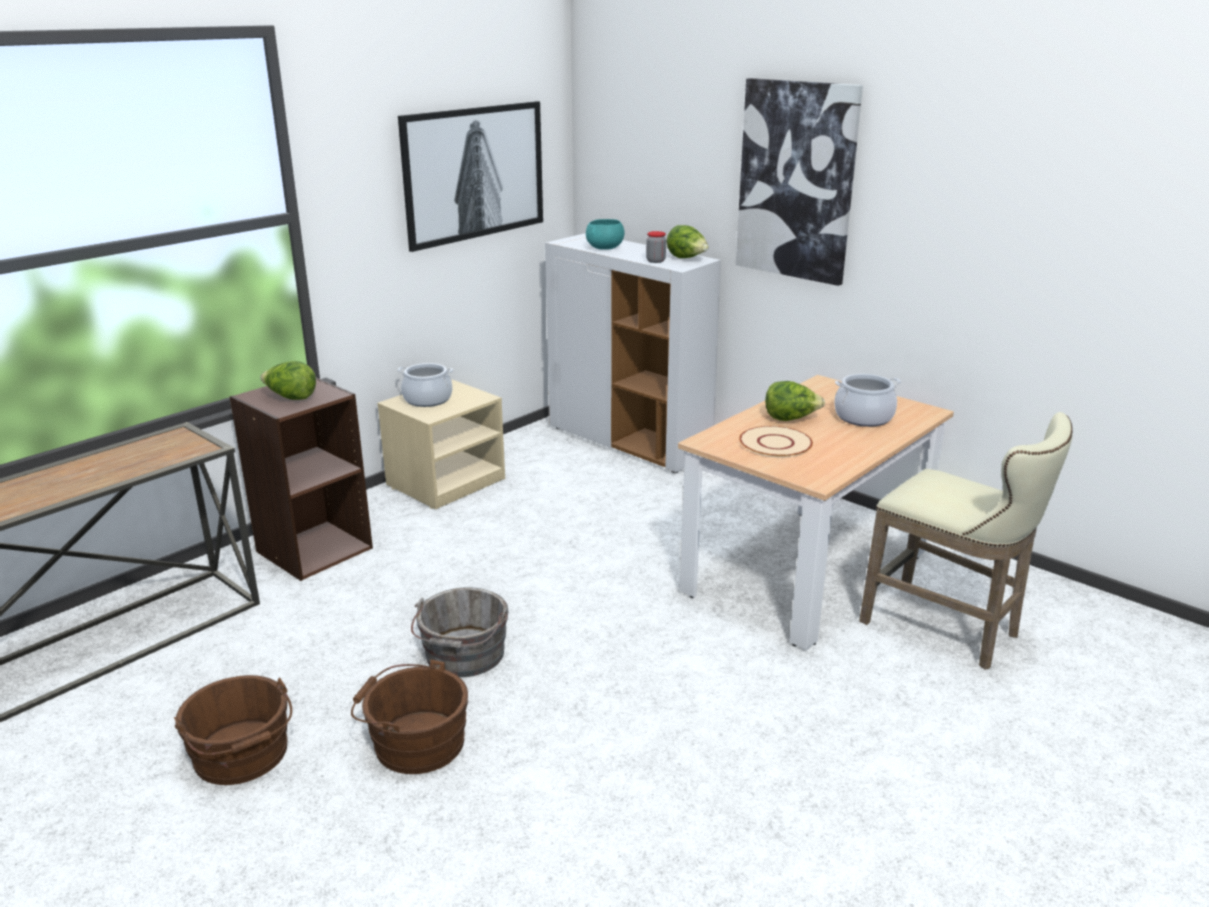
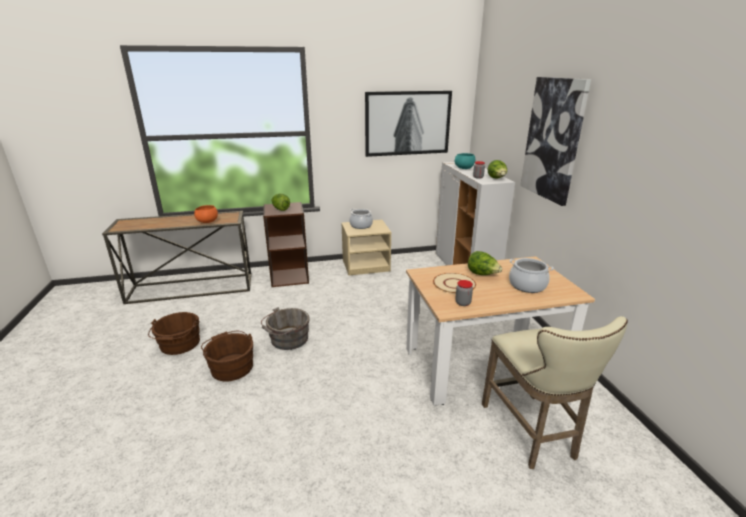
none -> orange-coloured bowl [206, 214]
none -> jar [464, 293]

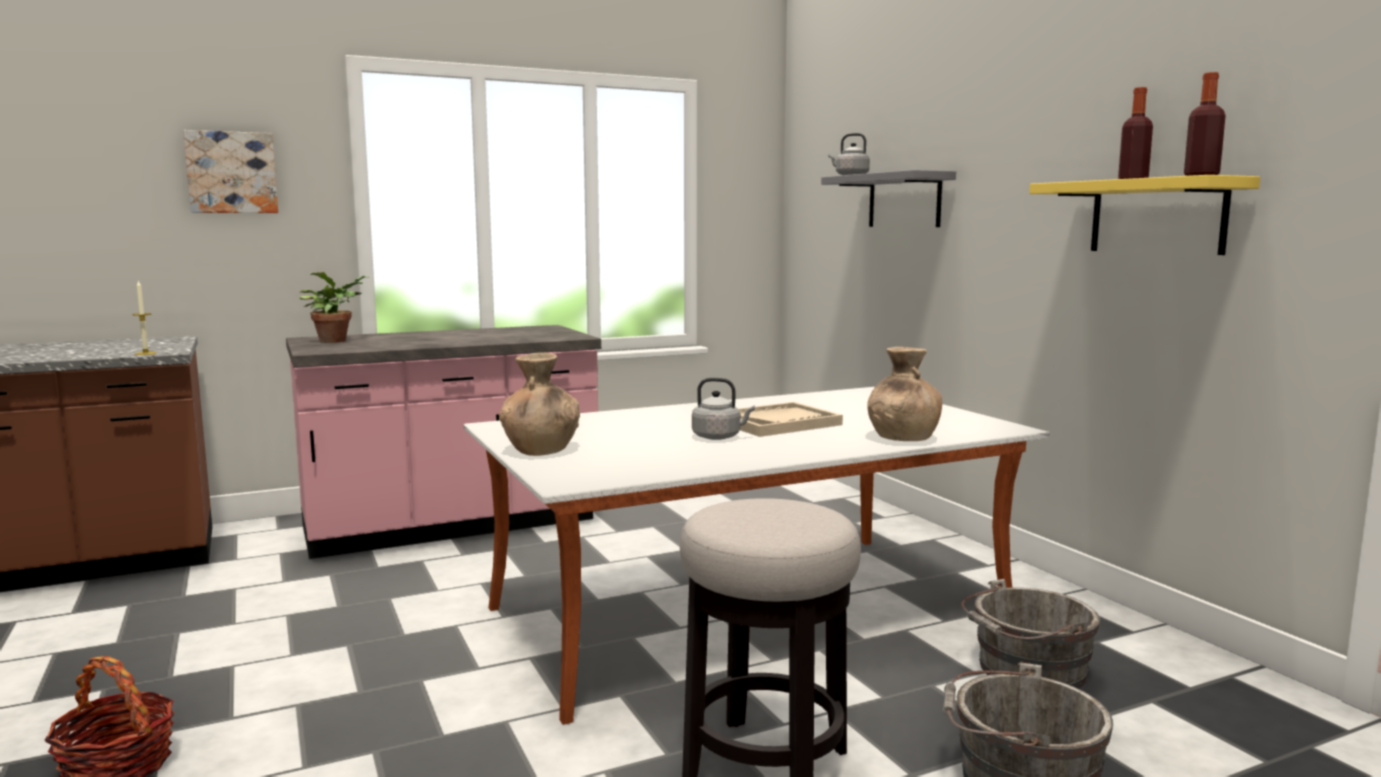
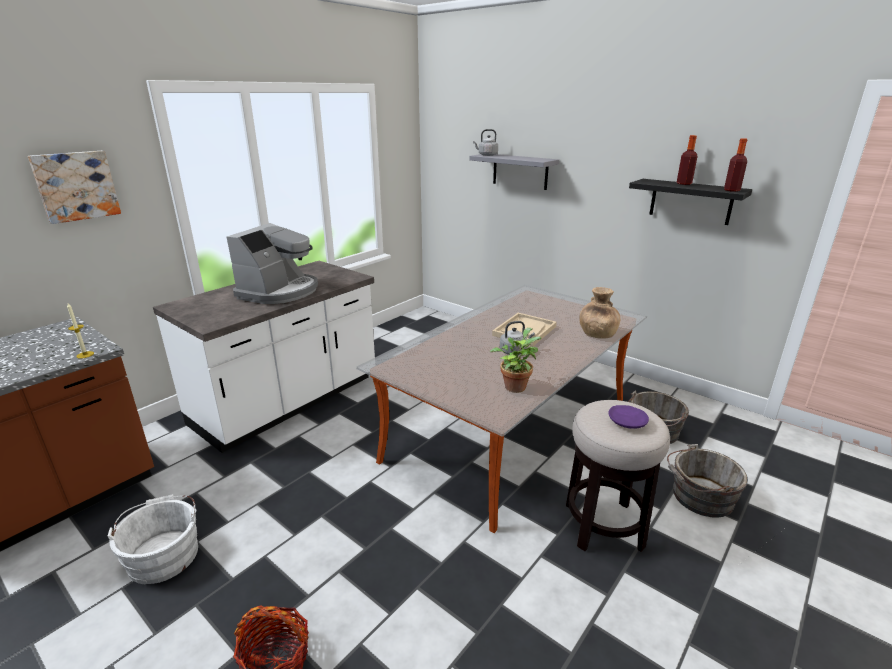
yellow-coloured bracket shelf [1144, 215] -> blackish bracket shelf [690, 202]
houseplant [334, 307] -> houseplant [515, 360], shifted
pinkish kitchen counter [443, 442] -> white-coloured kitchen counter [264, 357]
brown flower vase [539, 404] -> none
none -> coffee maker [272, 263]
none -> purplish plate [628, 417]
none -> white-coloured water bucket [153, 539]

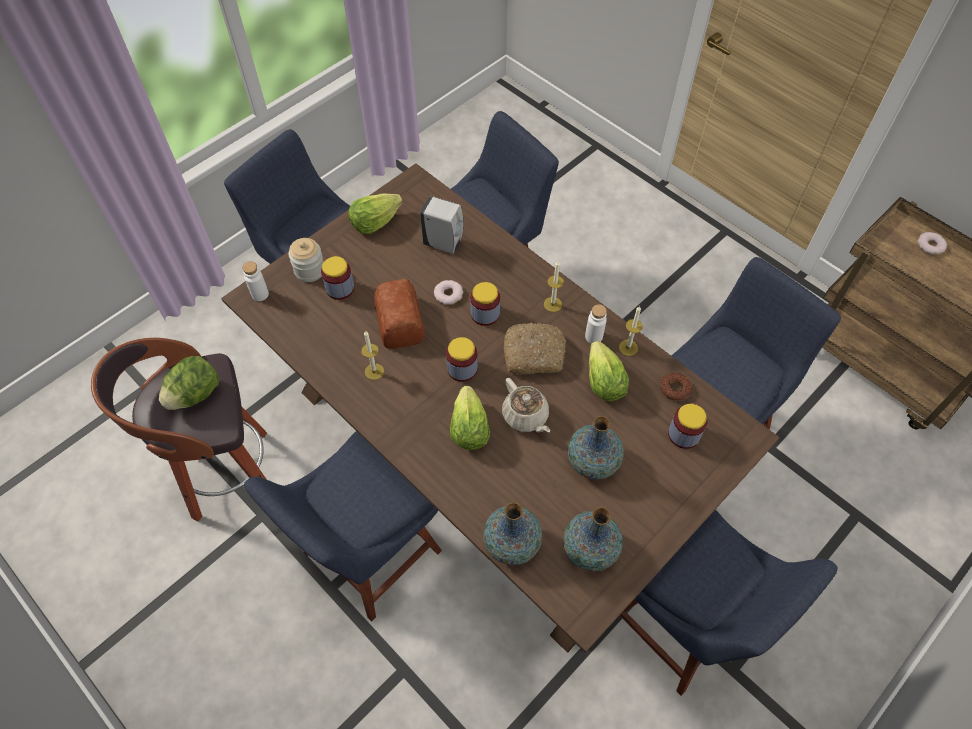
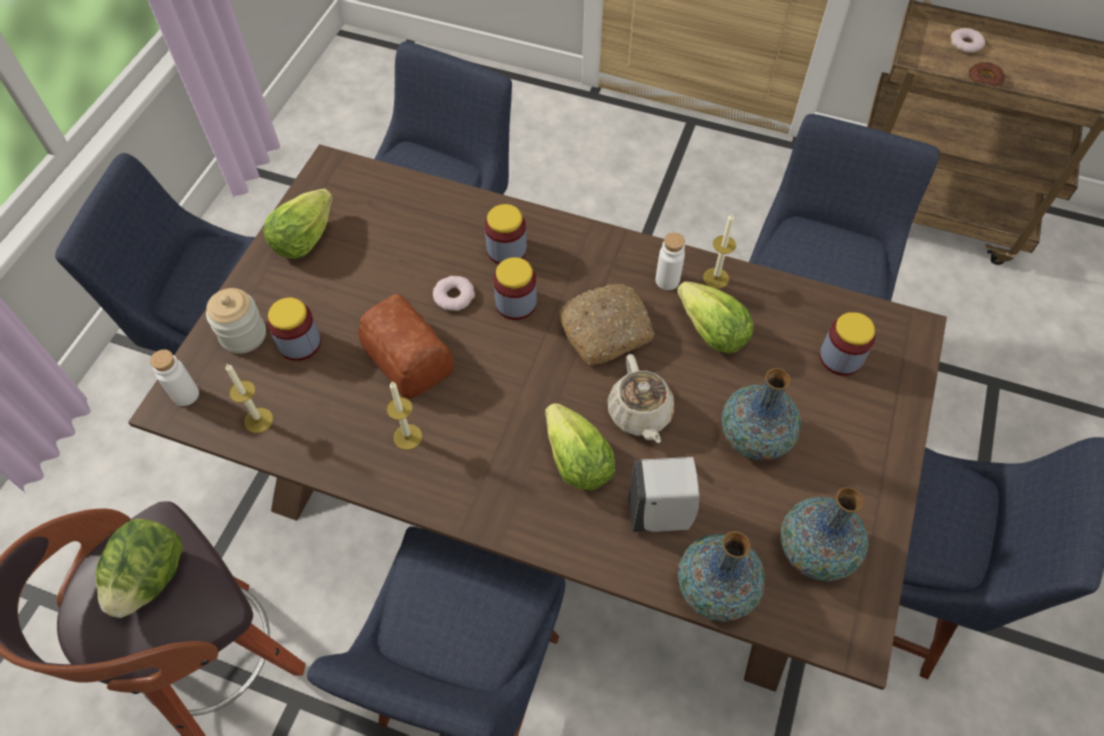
white-coloured soap dispenser [441, 225] -> white-coloured soap dispenser [664, 494], shifted
wax candle [554, 286] -> wax candle [249, 398], shifted
jar [462, 359] -> jar [506, 234], shifted
donut [676, 387] -> donut [987, 74], shifted
beige-coloured pot for tea [526, 405] -> beige-coloured pot for tea [641, 398], 45 degrees clockwise

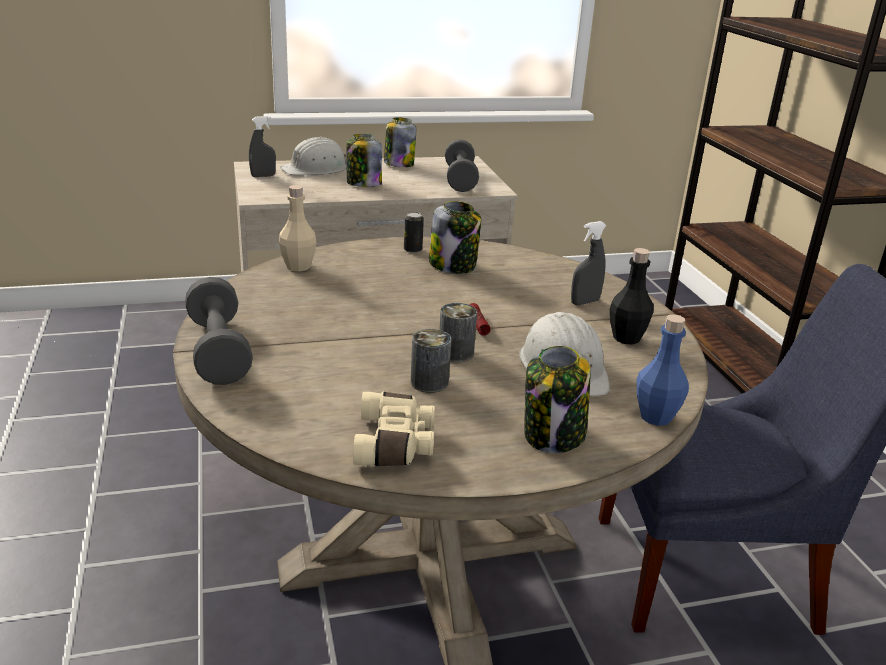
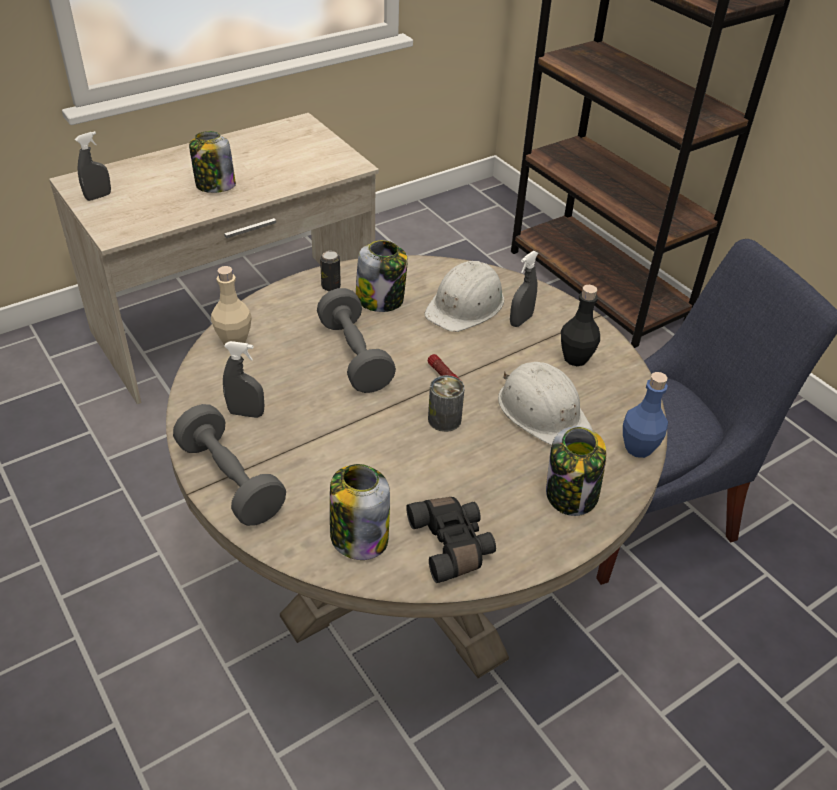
jar [400, 142] -> jar [360, 512], shifted
white-coloured safety helmet [313, 156] -> white-coloured safety helmet [464, 296], shifted
greyish dumbbell [462, 165] -> greyish dumbbell [356, 340], shifted
metal can [431, 361] -> none
beige-coloured pair of binoculars [394, 429] -> blackish pair of binoculars [451, 540]
none -> greyish hand sprayer [243, 379]

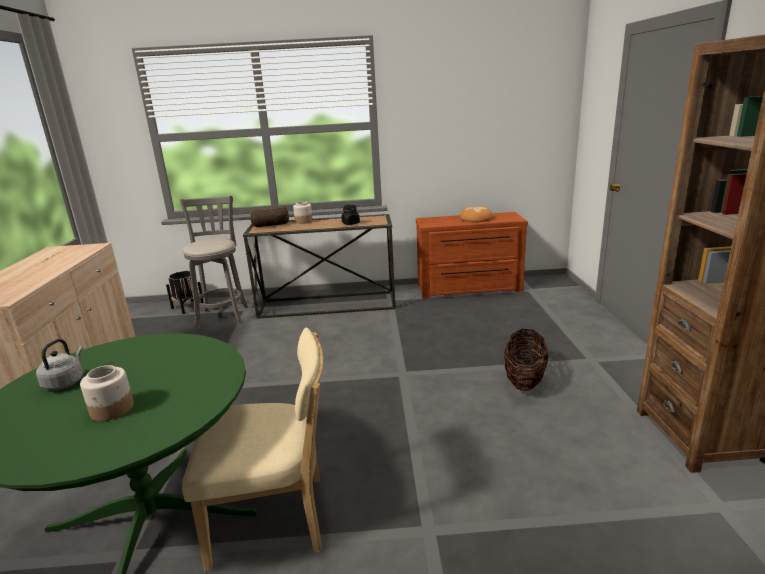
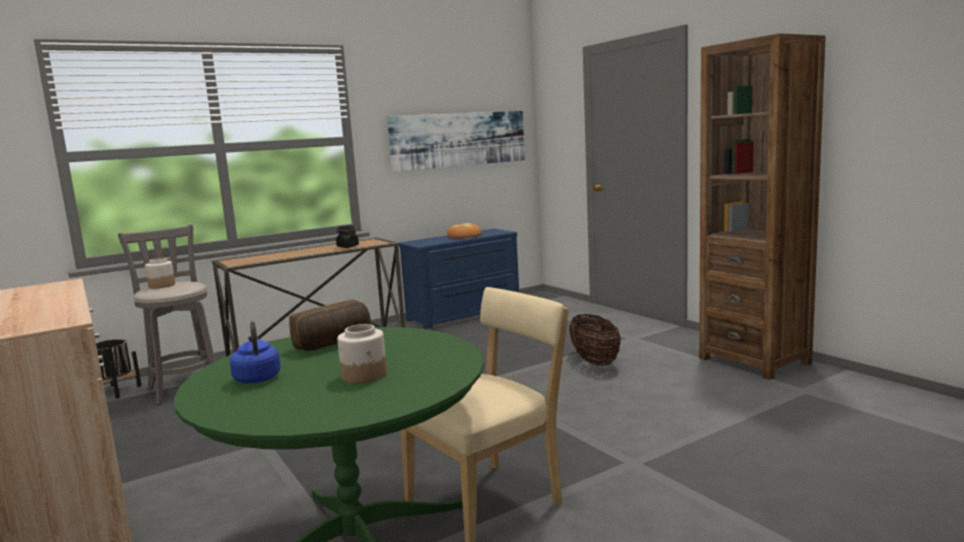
jar [303, 212] -> jar [160, 273], shifted
bakery bread [269, 216] -> bakery bread [330, 325], shifted
brown chest of drawers [472, 255] -> blue chest of drawers [459, 279]
greyish kettle [59, 364] -> blue kettle [255, 352]
none -> wall picture [456, 141]

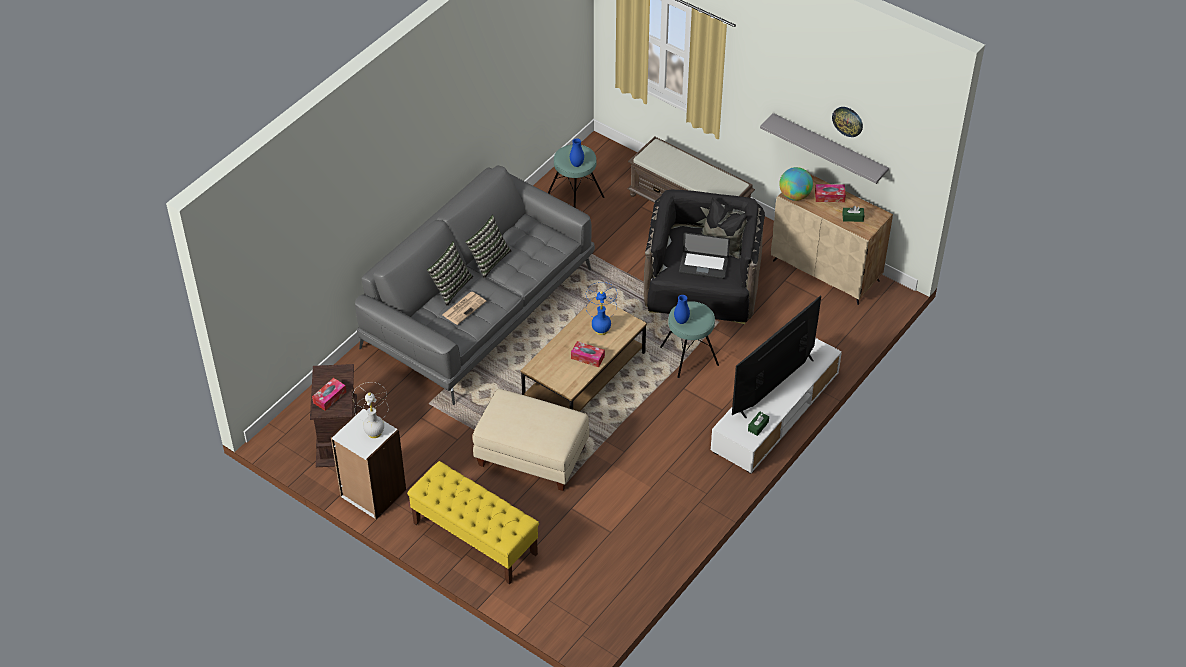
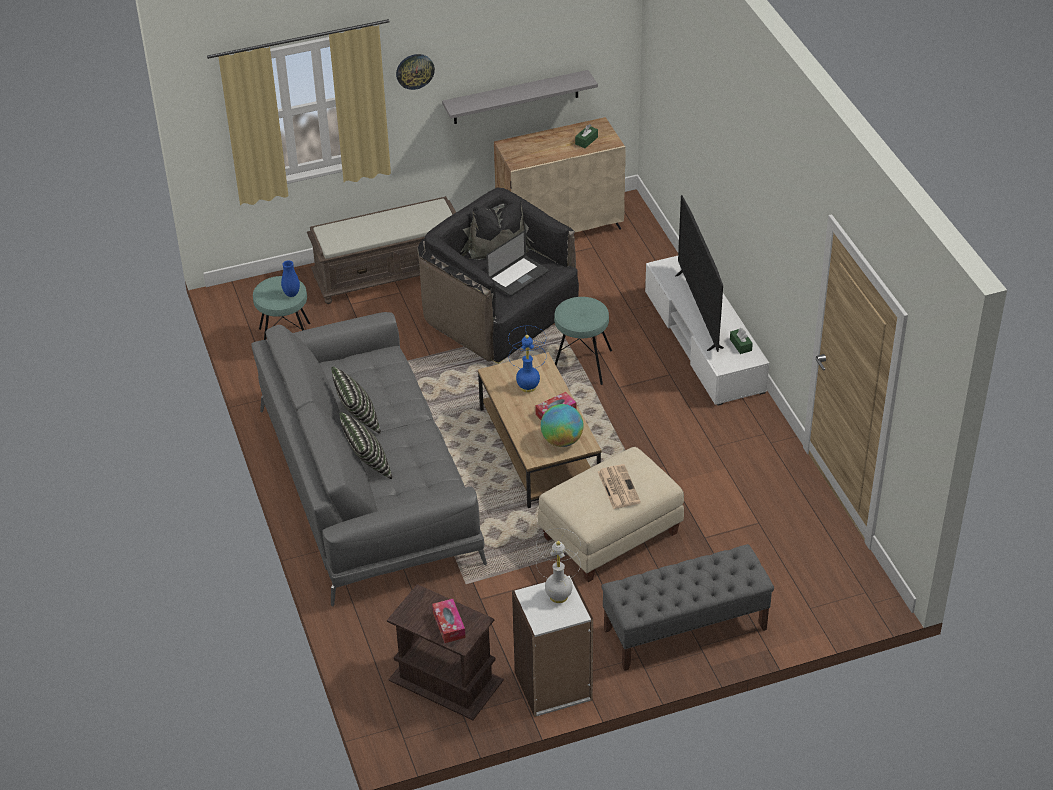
wall clock [847, 122] -> wall clock [415, 72], shifted
world globe [796, 184] -> world globe [562, 425], shifted
tissue box [830, 193] -> none
daily paper [464, 308] -> daily paper [619, 486], shifted
blue flower vase [682, 309] -> none
yellow-coloured bench [473, 522] -> greyish bench [687, 607]

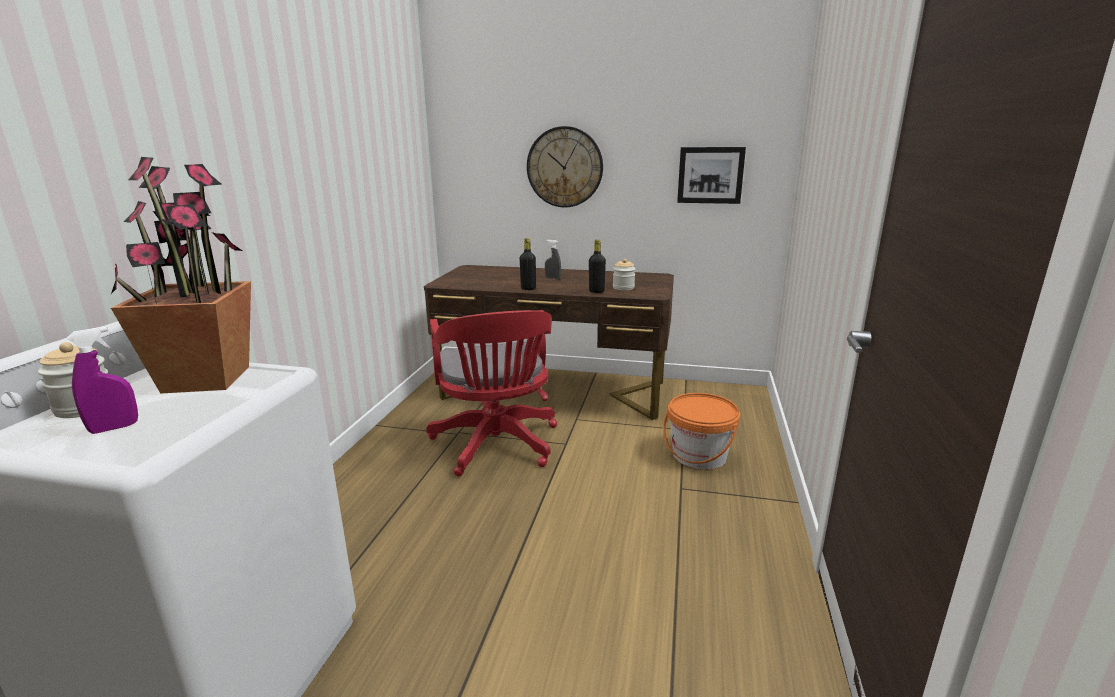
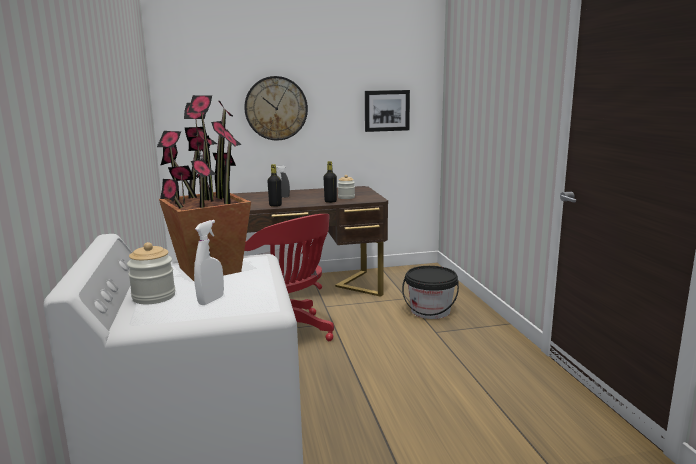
purplish hand sprayer [102, 380] -> white-coloured hand sprayer [209, 262]
orange-coloured water bucket [702, 431] -> blackish water bucket [430, 292]

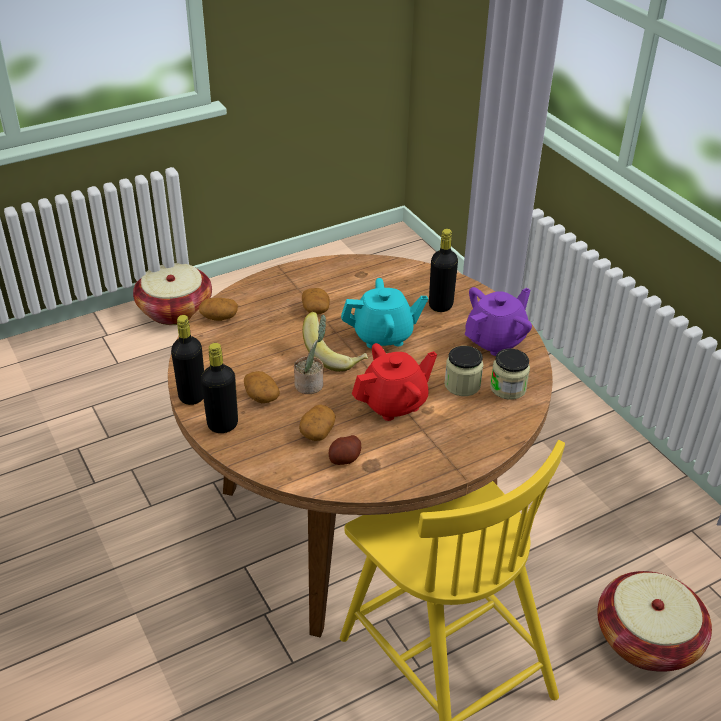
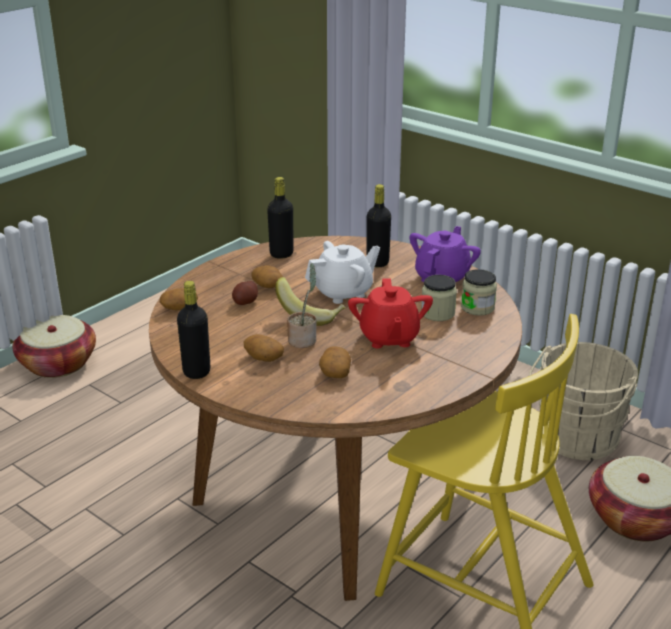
turquoise pot for tea [384, 313] -> white-coloured pot for tea [342, 272]
blackish drink bottle [219, 388] -> blackish drink bottle [280, 218], shifted
red-coloured pot for tea [394, 382] -> red-coloured pot for tea [390, 313], 135 degrees clockwise
potato [345, 450] -> potato [245, 293], shifted
none -> beige-coloured water bucket [583, 401]

